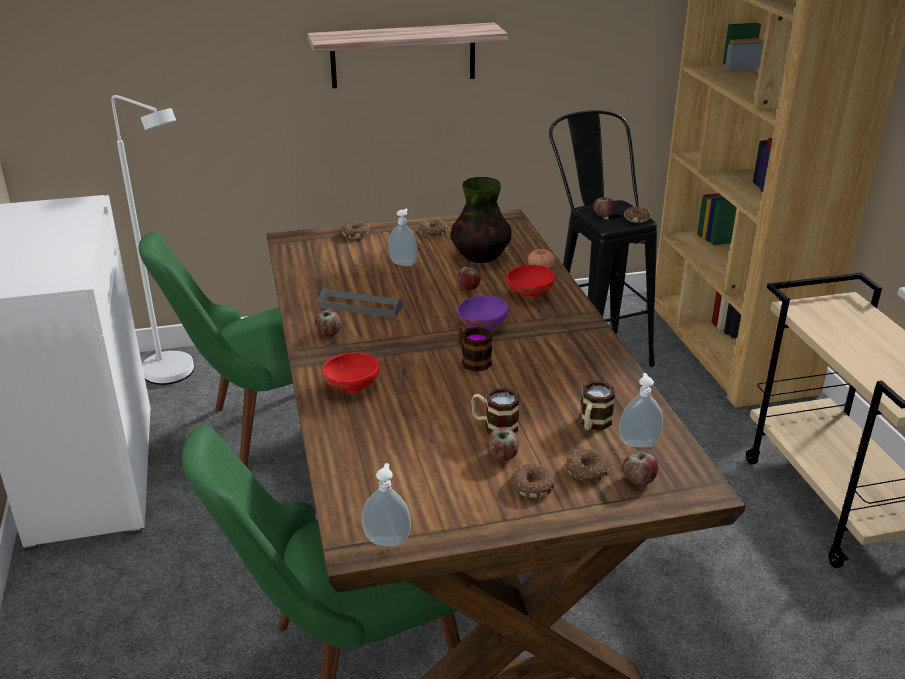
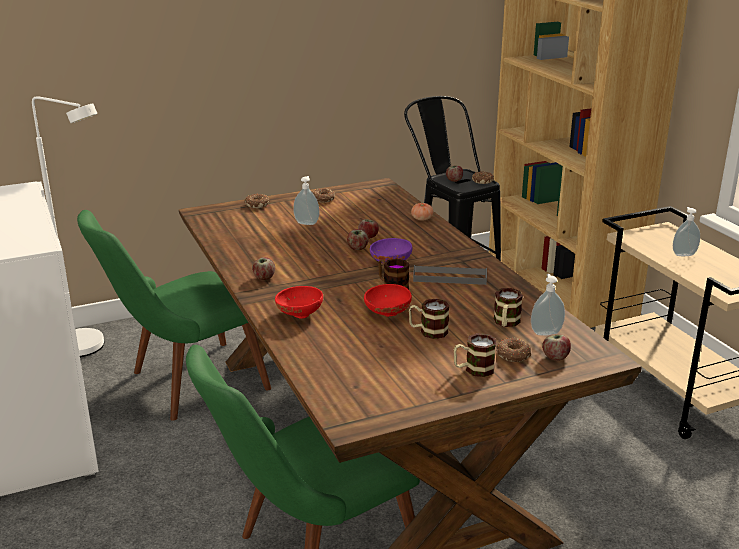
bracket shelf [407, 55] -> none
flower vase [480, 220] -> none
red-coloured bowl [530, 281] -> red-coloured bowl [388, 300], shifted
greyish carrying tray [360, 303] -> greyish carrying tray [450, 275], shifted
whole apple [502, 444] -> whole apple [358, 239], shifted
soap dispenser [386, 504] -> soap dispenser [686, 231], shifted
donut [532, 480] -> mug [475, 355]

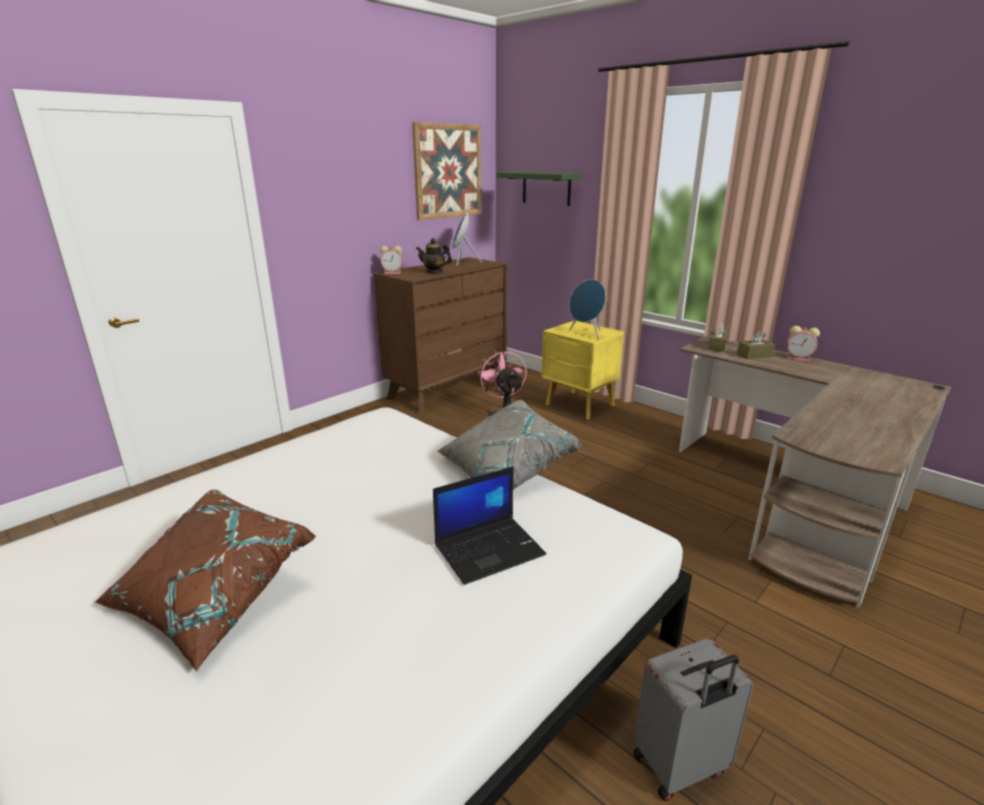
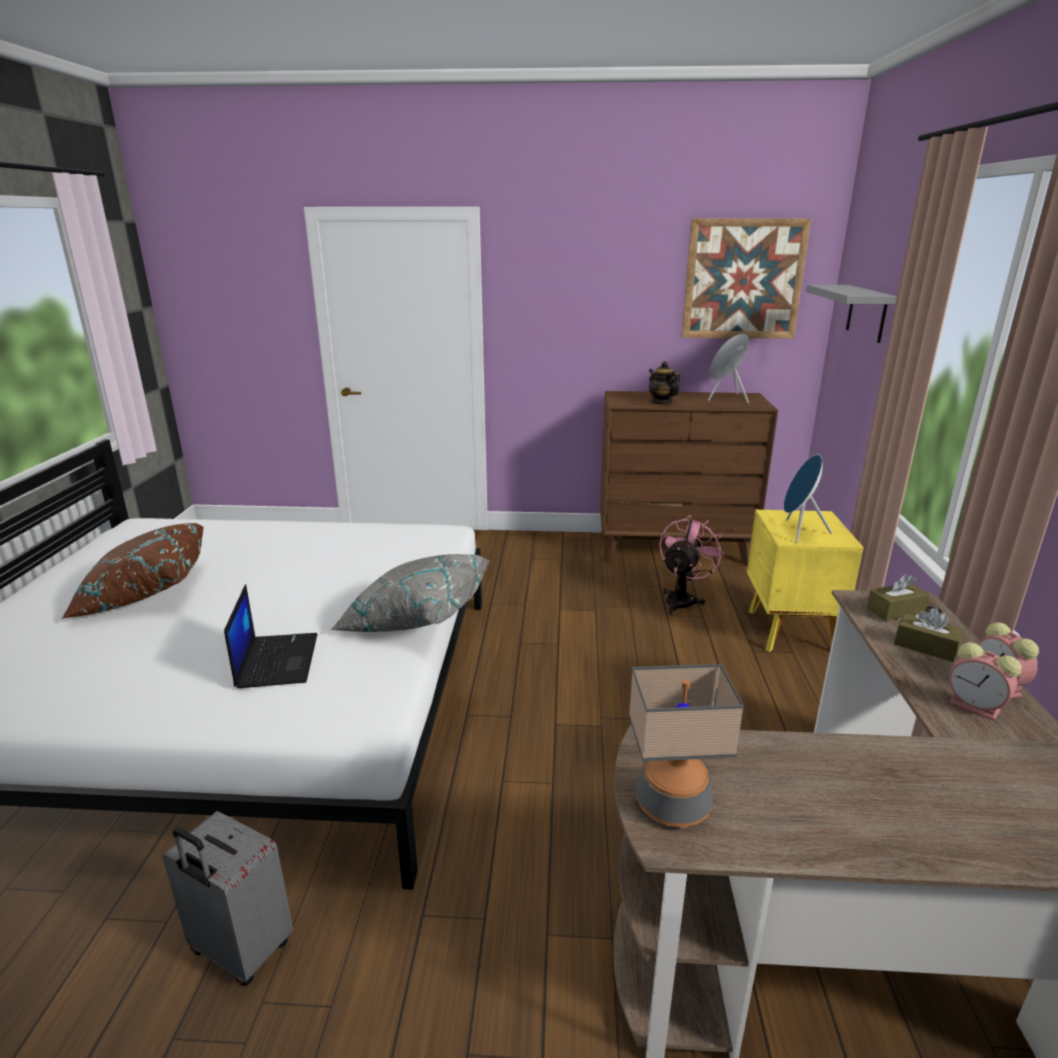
greenish bracket shelf [539, 189] -> greyish bracket shelf [851, 314]
bedside clock [391, 260] -> bedside clock [985, 681], shifted
laptop [489, 525] -> laptop [270, 636], 120 degrees counterclockwise
none -> tabletop lamp [686, 745]

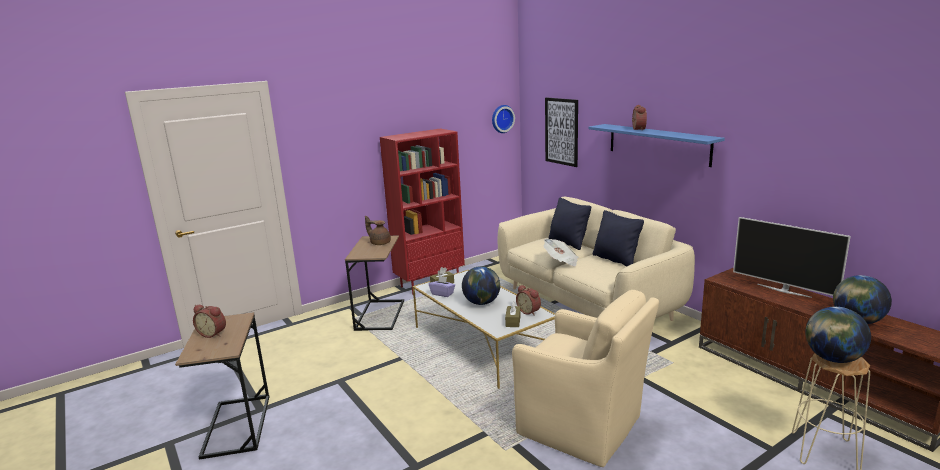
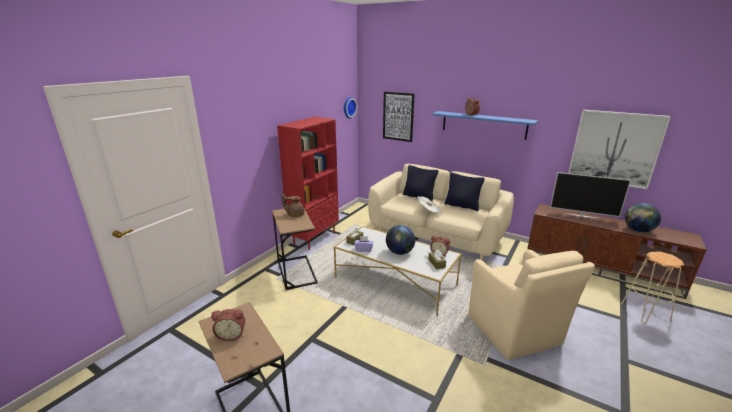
beige-coloured armchair [585, 378] -> beige-coloured armchair [531, 305], 60 degrees clockwise
world globe [838, 335] -> none
none -> wall picture [619, 149]

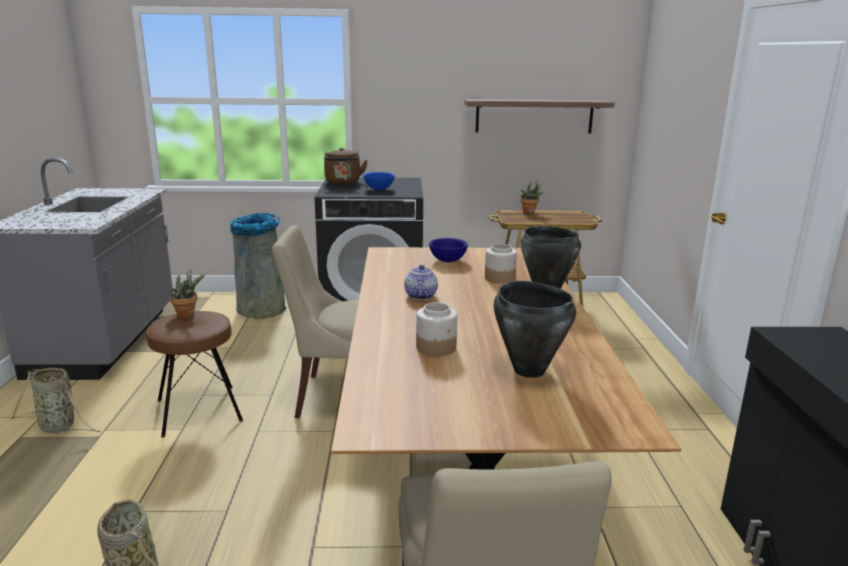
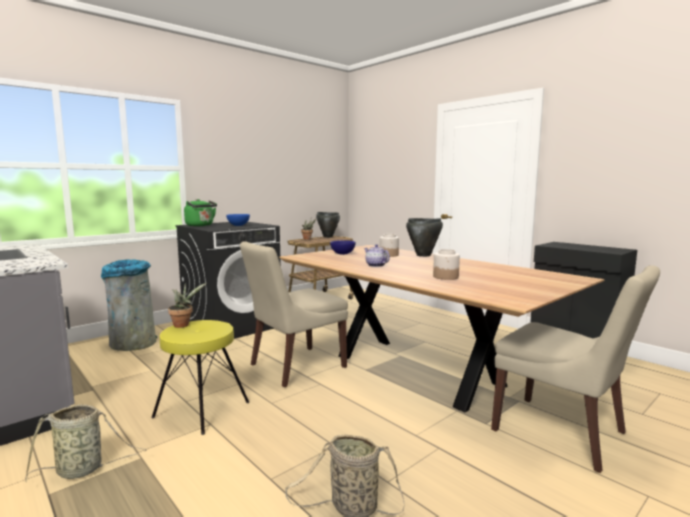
bracket shelf [539, 116] -> none
brown kettle [346, 166] -> greenish kettle [200, 212]
blackish cooking pot [535, 329] -> blackish cooking pot [328, 225], shifted
brown sitting stool [194, 374] -> yellow-coloured sitting stool [200, 377]

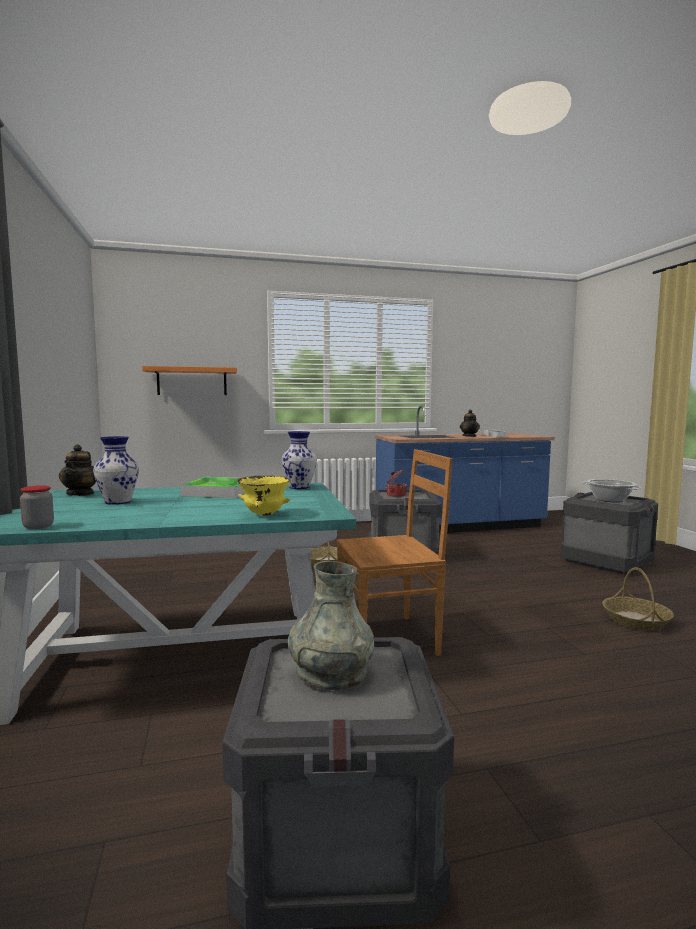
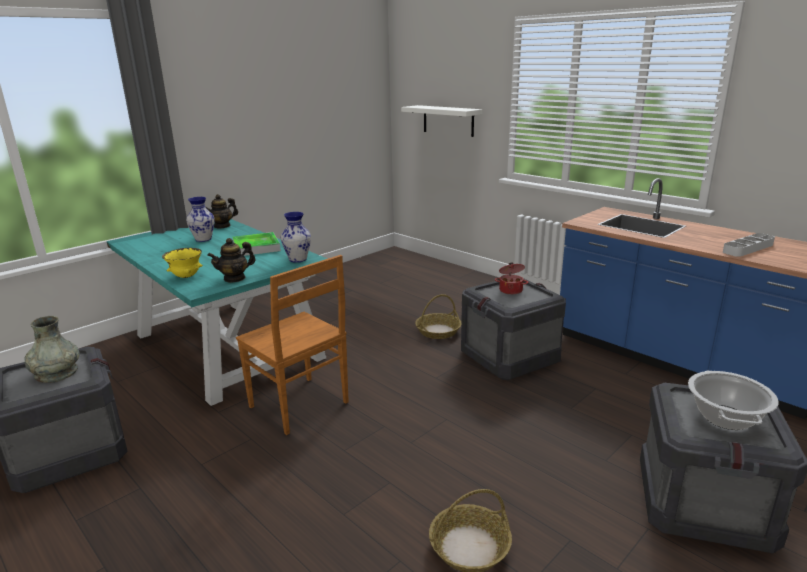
orange-coloured bracket shelf [189, 380] -> white-coloured bracket shelf [441, 121]
pot for tea [470, 423] -> pot for tea [232, 260], shifted
jar [37, 507] -> none

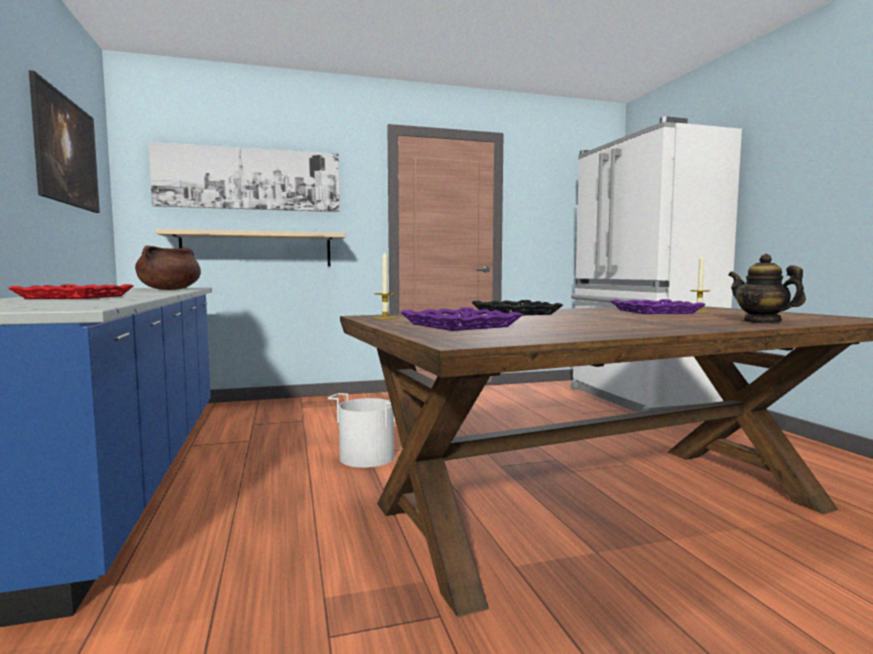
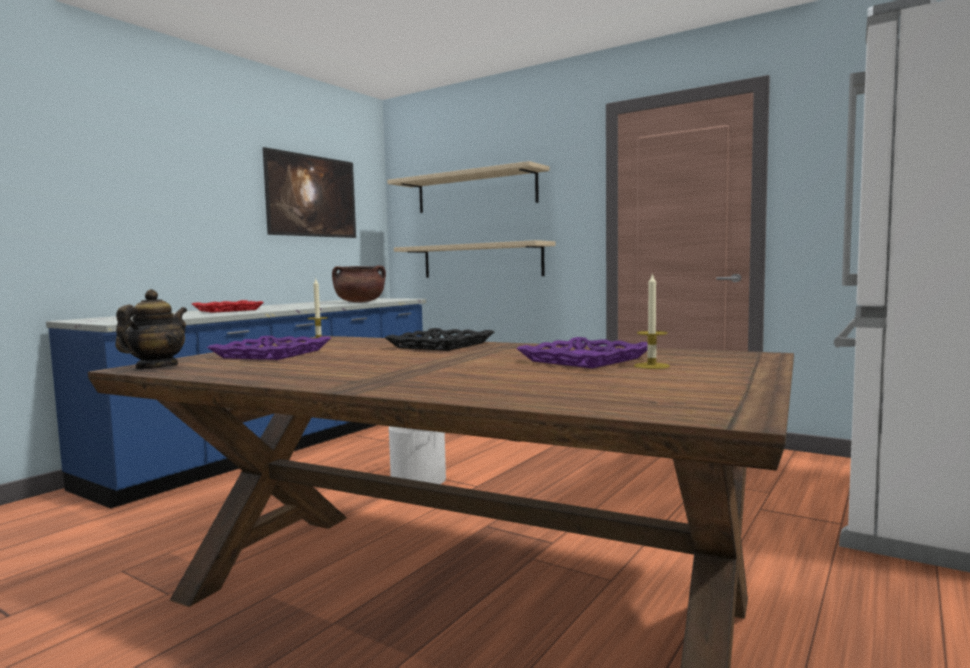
wall picture [244, 177] -> beige-coloured bracket shelf [468, 187]
pot for tea [767, 288] -> pot for tea [151, 329], shifted

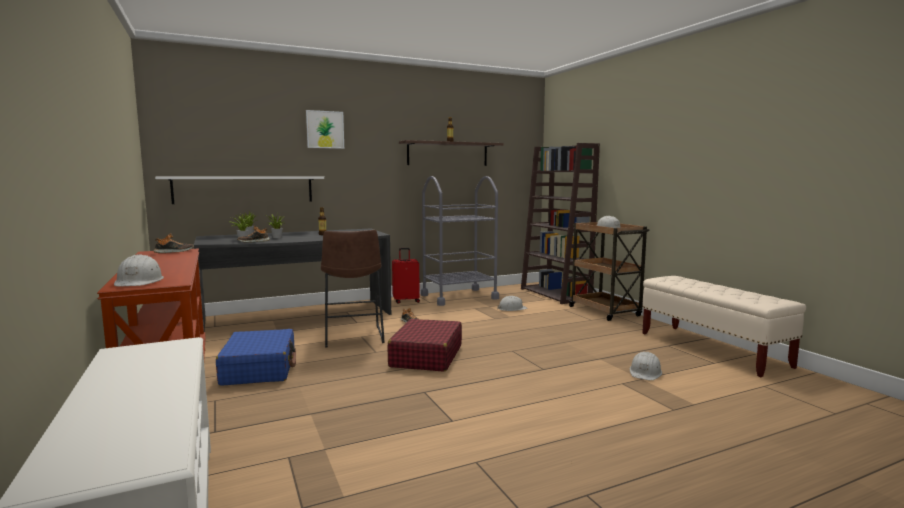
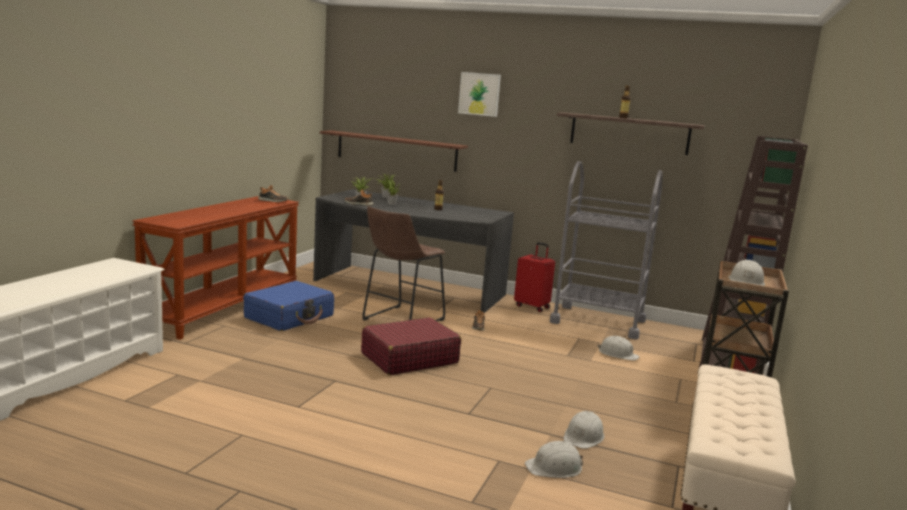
white-coloured bracket shelf [239, 190] -> brown bracket shelf [394, 151]
white-coloured safety helmet [139, 270] -> white-coloured safety helmet [584, 430], shifted

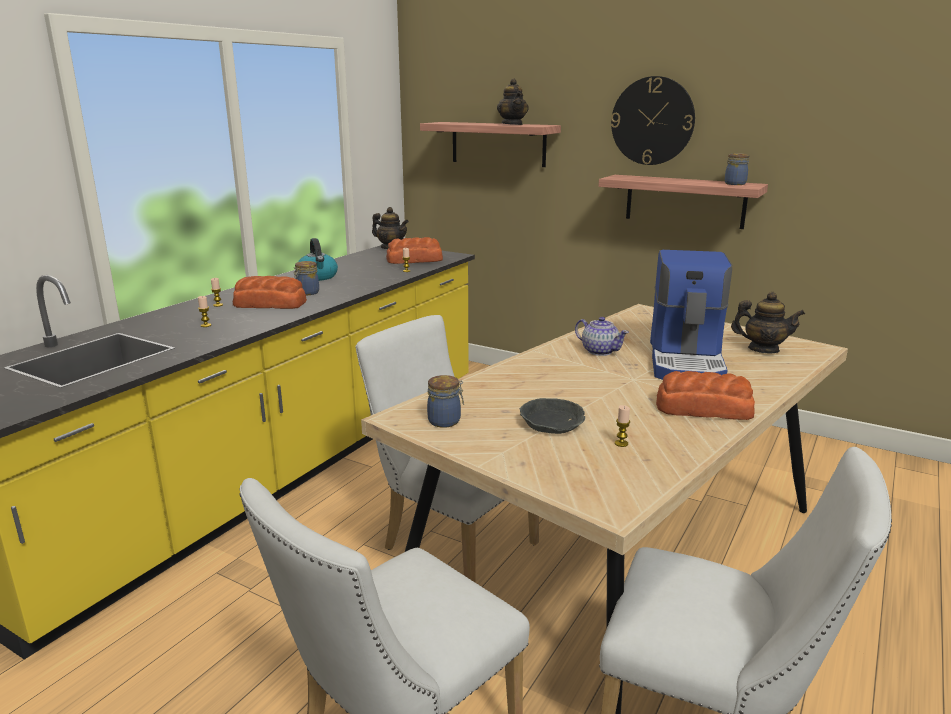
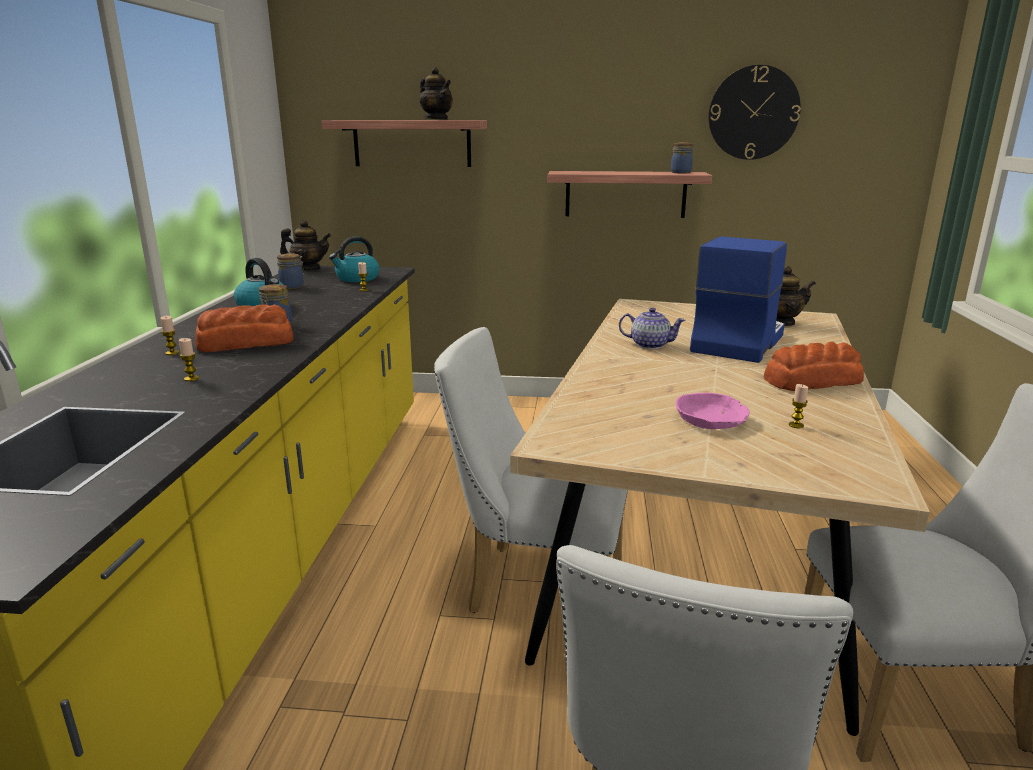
wall clock [653, 120] -> wall clock [754, 112], shifted
bakery bread [414, 250] -> kettle [354, 259]
coffee maker [691, 315] -> coffee maker [738, 299], 135 degrees counterclockwise
jar [445, 401] -> jar [291, 271], shifted
greyish bowl [552, 416] -> pinkish bowl [712, 411]

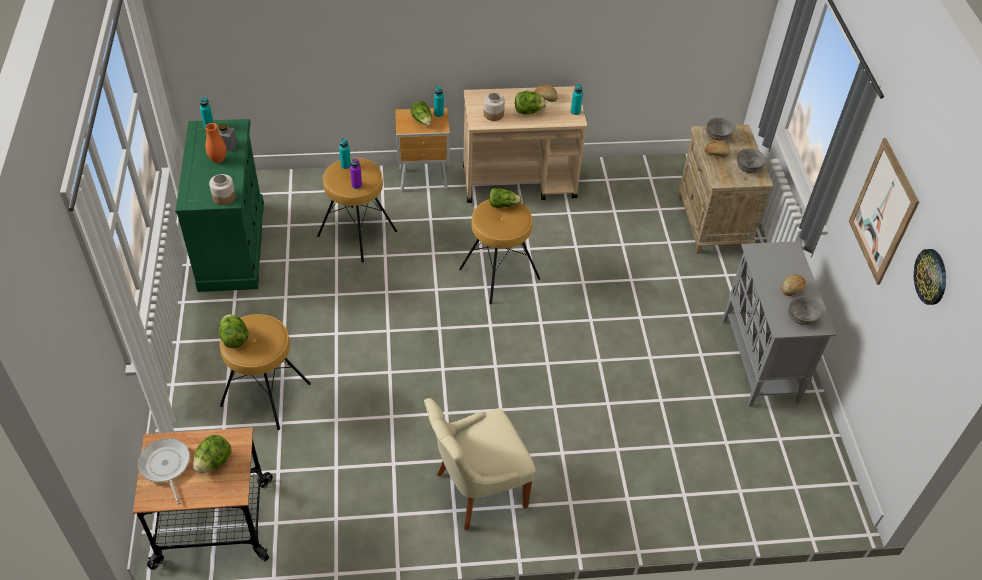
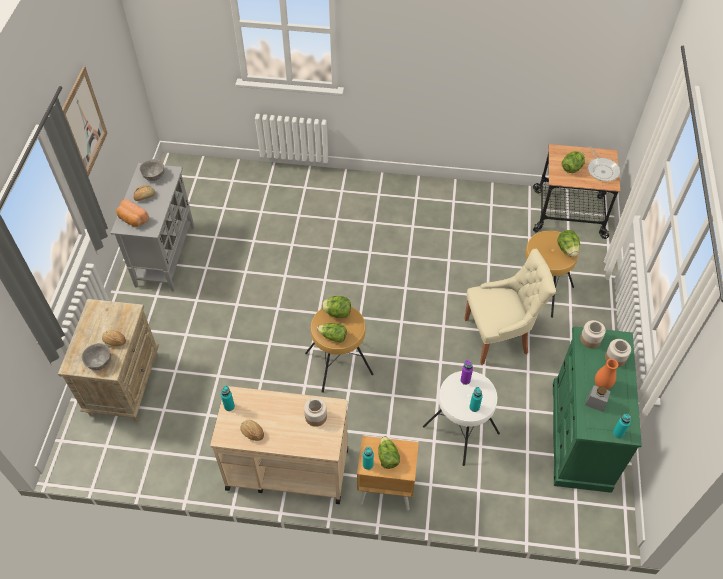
lettuce head [530, 103] -> lettuce head [336, 307], shifted
greyish bowl [751, 161] -> none
brown sitting stool [357, 210] -> white-coloured sitting stool [461, 418]
wall clock [930, 277] -> none
beige-coloured chair [480, 464] -> beige-coloured chair [510, 307], shifted
none -> bakery bread [132, 213]
none -> jar [618, 353]

